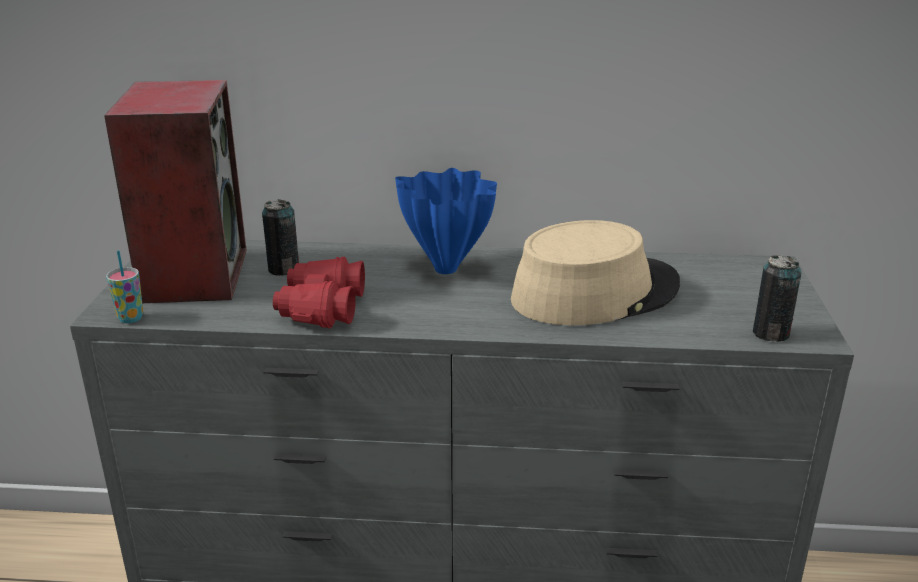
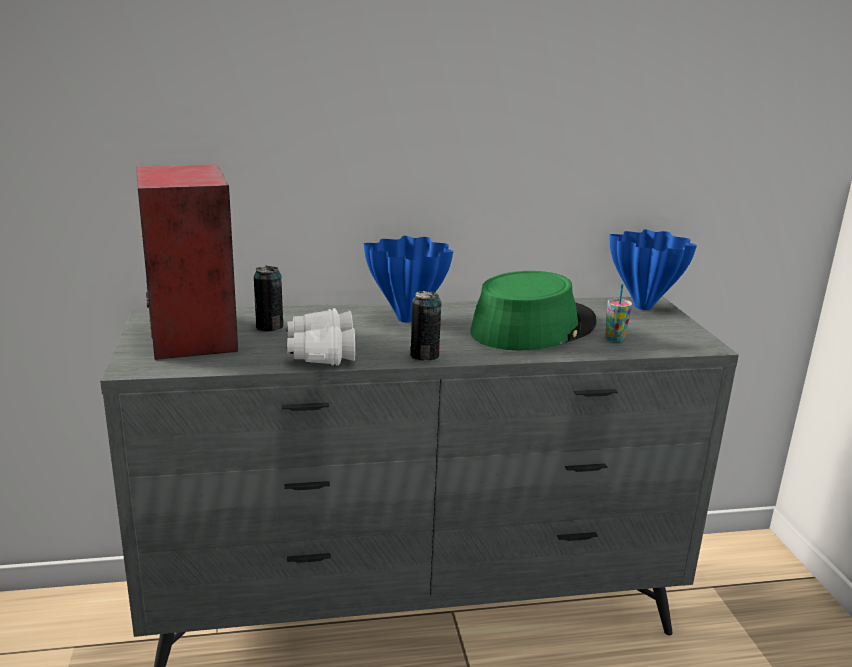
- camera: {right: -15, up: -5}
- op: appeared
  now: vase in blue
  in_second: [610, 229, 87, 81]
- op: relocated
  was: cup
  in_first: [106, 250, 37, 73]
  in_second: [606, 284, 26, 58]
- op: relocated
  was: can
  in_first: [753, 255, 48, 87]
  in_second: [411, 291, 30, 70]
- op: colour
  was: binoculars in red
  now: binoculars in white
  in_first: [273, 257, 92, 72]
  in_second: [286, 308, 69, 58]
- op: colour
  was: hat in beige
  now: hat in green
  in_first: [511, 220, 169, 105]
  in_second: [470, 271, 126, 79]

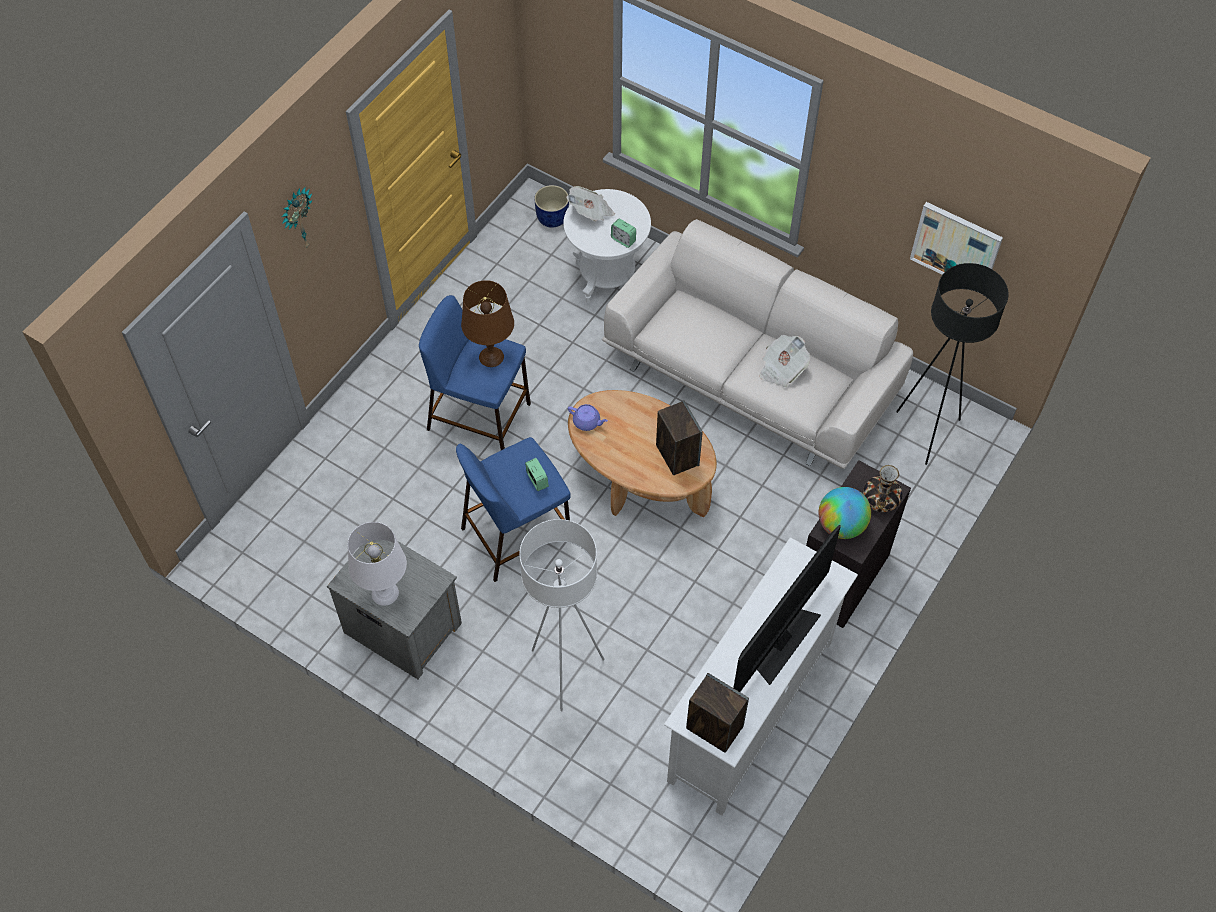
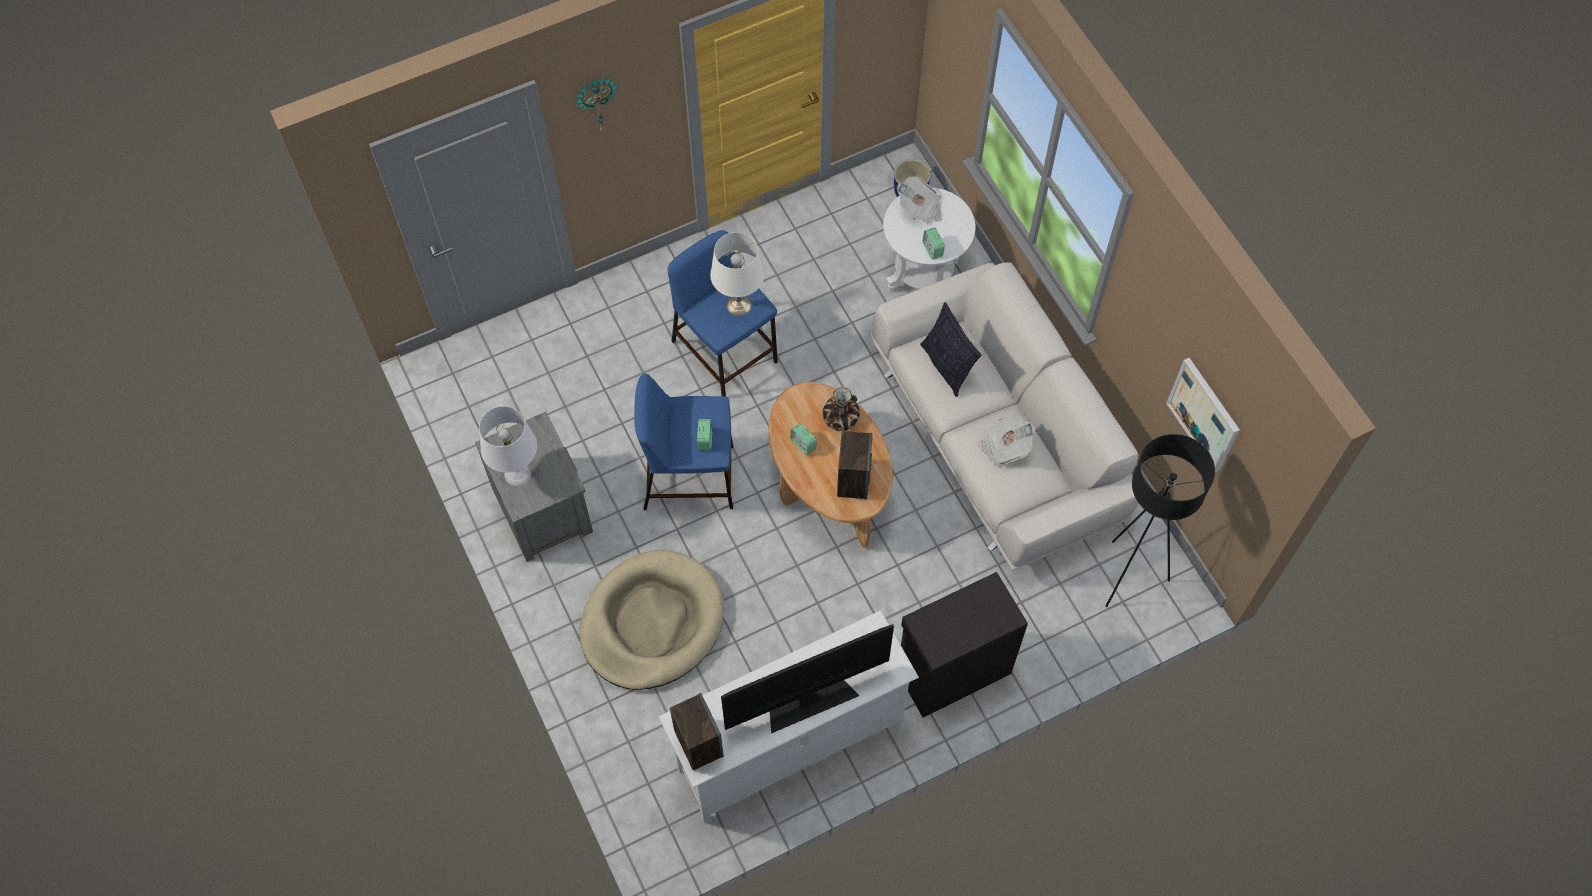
- camera: {right: 30, up: 5}
- op: missing
  was: teapot in purple
  in_first: [568, 404, 40, 27]
- op: missing
  was: globe
  in_first: [818, 487, 53, 52]
- op: appeared
  now: alarm clock
  in_second: [791, 423, 26, 32]
- op: appeared
  now: pillow
  in_second: [920, 302, 61, 95]
- op: relocated
  was: vase
  in_first: [863, 465, 39, 47]
  in_second: [823, 387, 37, 44]
- op: exchanged
  was: floor lamp in white
  now: dog bed in beige
  in_first: [519, 519, 85, 193]
  in_second: [580, 550, 144, 140]
- op: colour
  was: table lamp in brown
  now: table lamp in white
  in_first: [461, 280, 53, 87]
  in_second: [710, 232, 54, 84]

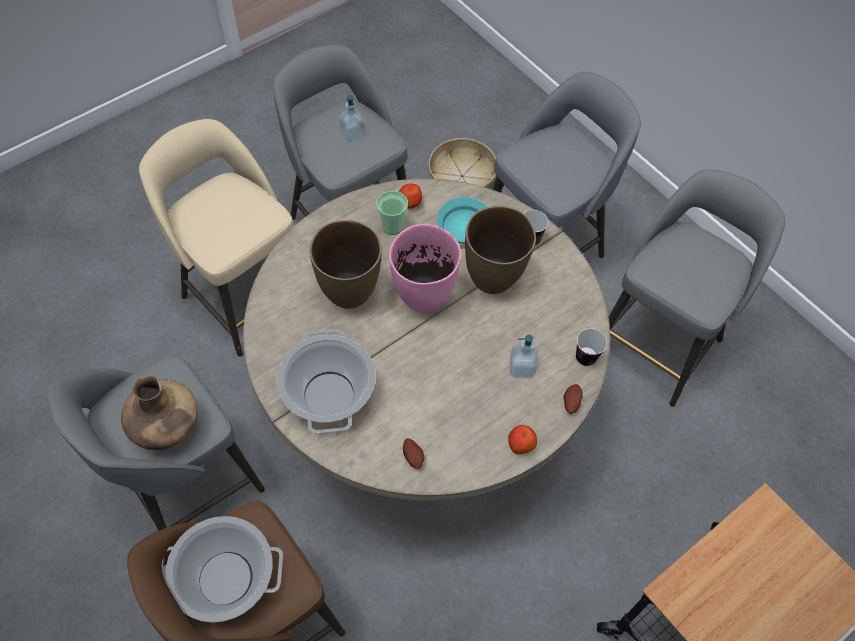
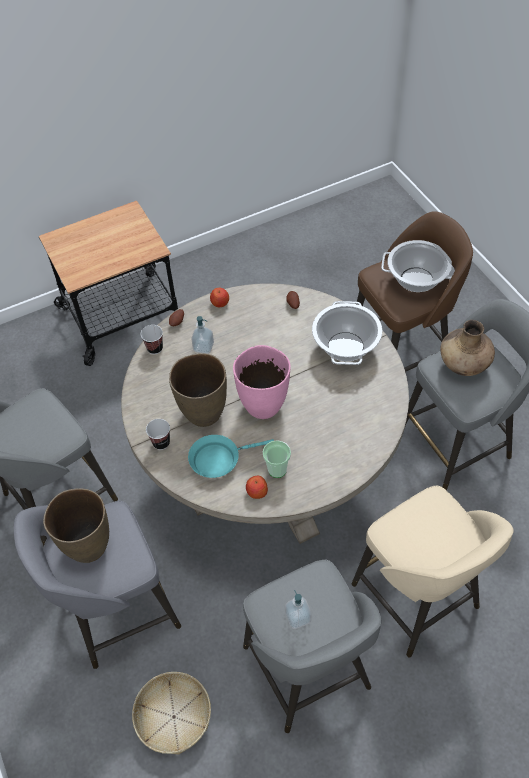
- camera: {right: -165, up: -5}
- op: relocated
  was: vase in brown
  in_first: [310, 220, 72, 89]
  in_second: [43, 488, 66, 75]

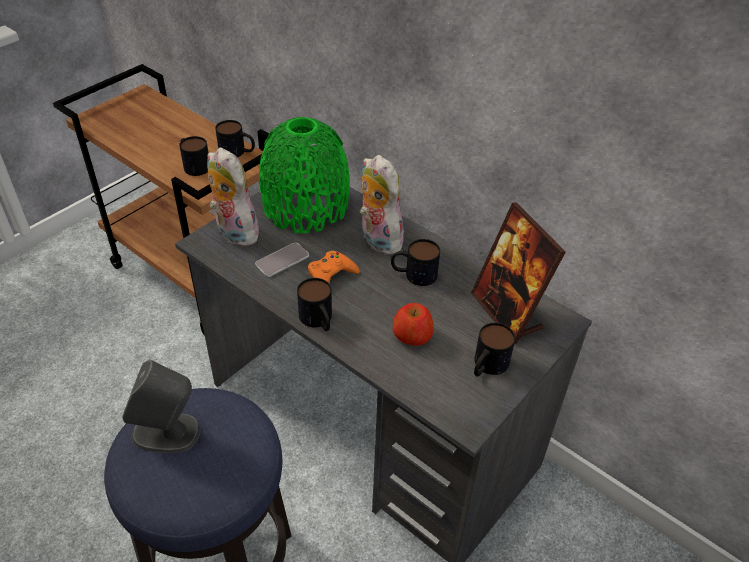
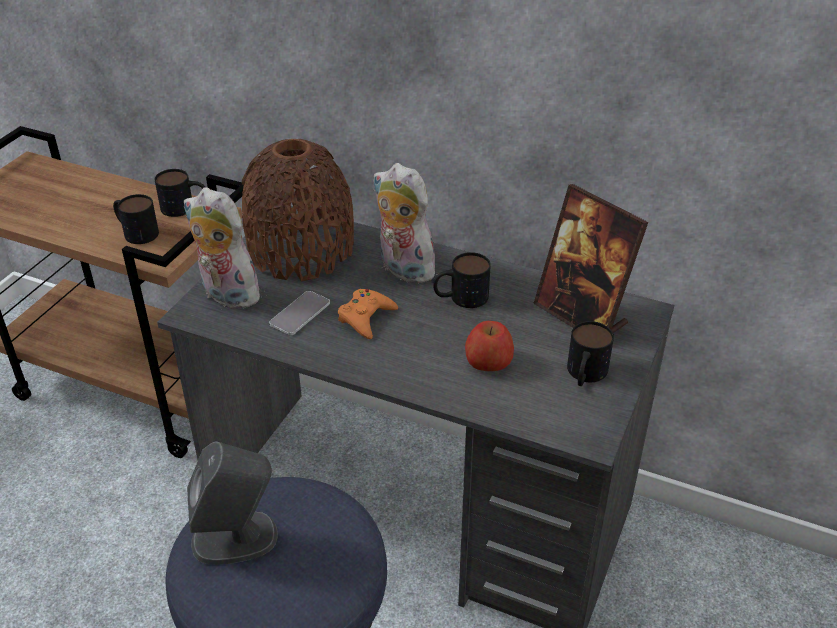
- camera: {right: -15, up: -5}
- op: missing
  was: mug
  in_first: [297, 278, 35, 53]
- op: colour
  was: vase in green
  now: vase in brown
  in_first: [259, 117, 91, 116]
  in_second: [242, 139, 112, 142]

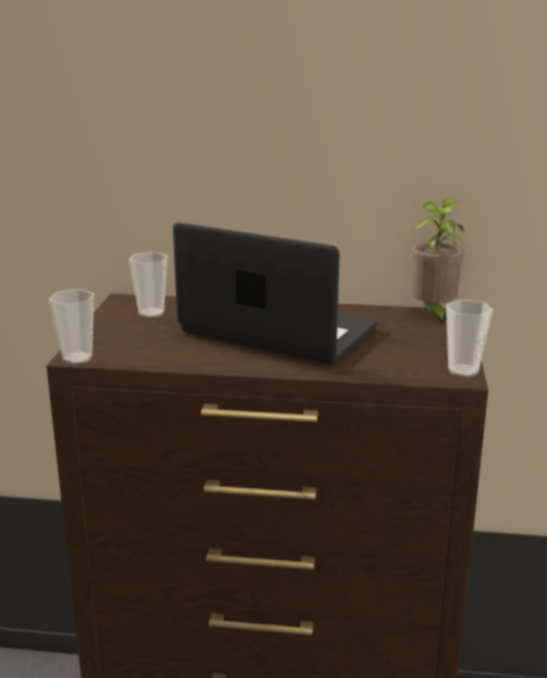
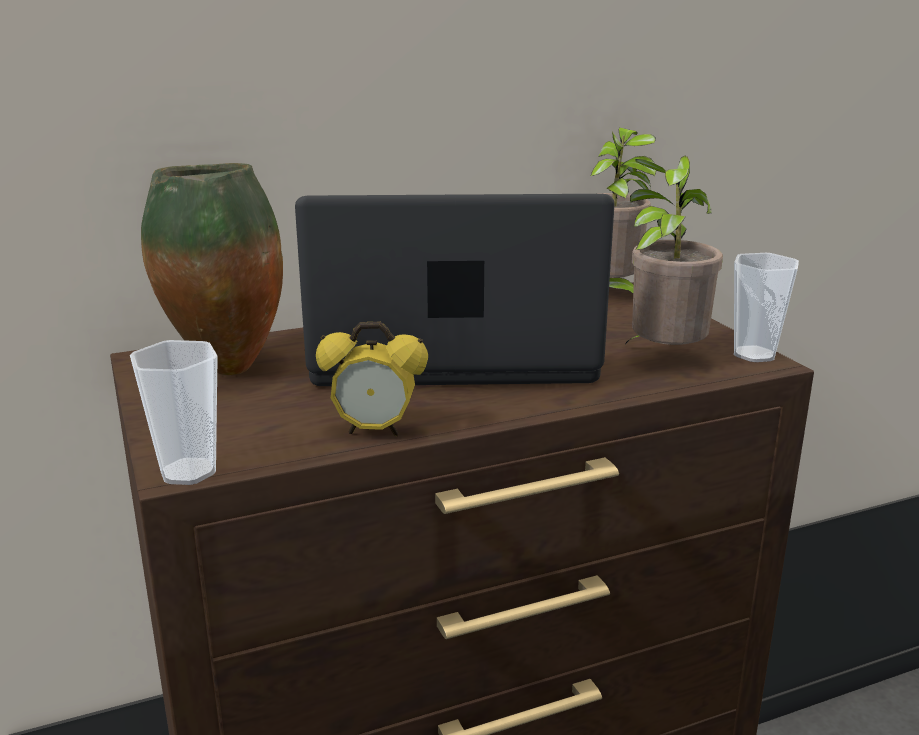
- camera: {right: -30, up: 0}
- op: appeared
  now: alarm clock
  in_second: [316, 322, 112, 114]
- op: appeared
  now: potted plant
  in_second: [625, 156, 98, 189]
- op: exchanged
  was: cup
  now: vase
  in_first: [129, 252, 39, 66]
  in_second: [141, 163, 142, 212]

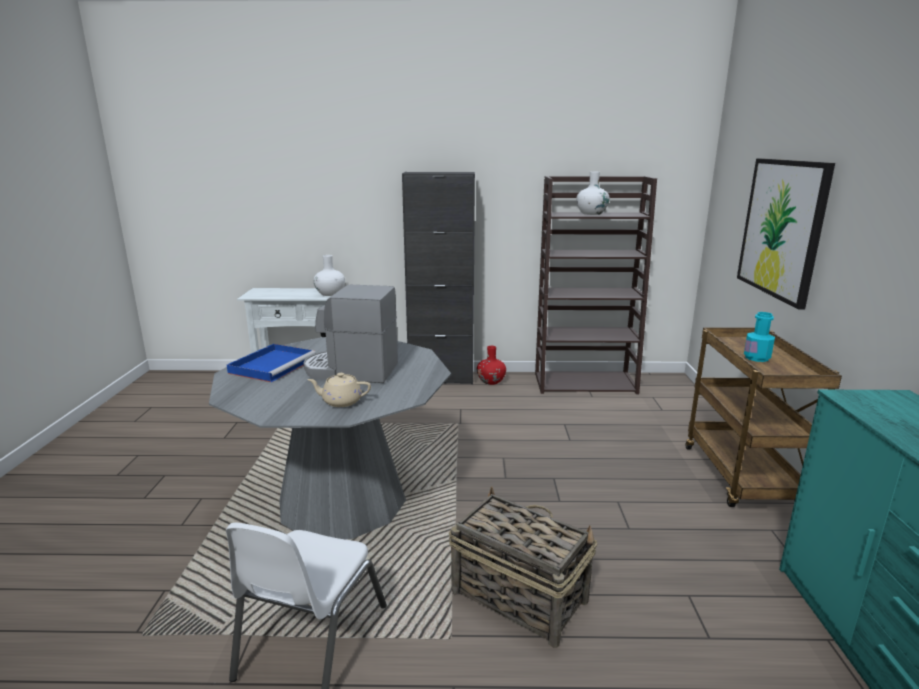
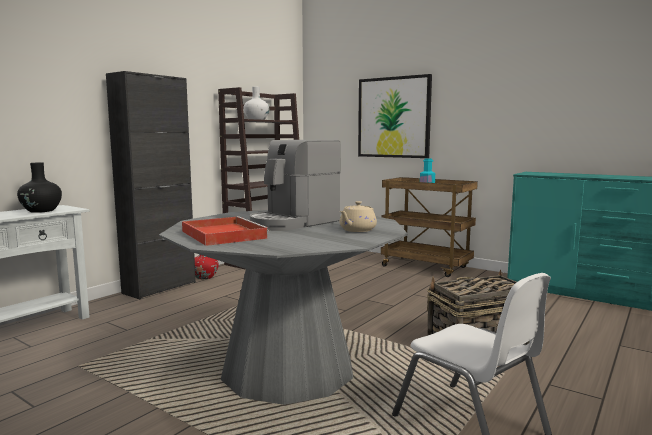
- camera: {right: -55, up: -10}
- op: colour
  was: tray in blue
  now: tray in red
  in_first: [227, 344, 89, 38]
  in_second: [182, 216, 88, 30]
- op: colour
  was: vase in white
  now: vase in black
  in_first: [313, 255, 32, 41]
  in_second: [17, 162, 45, 51]

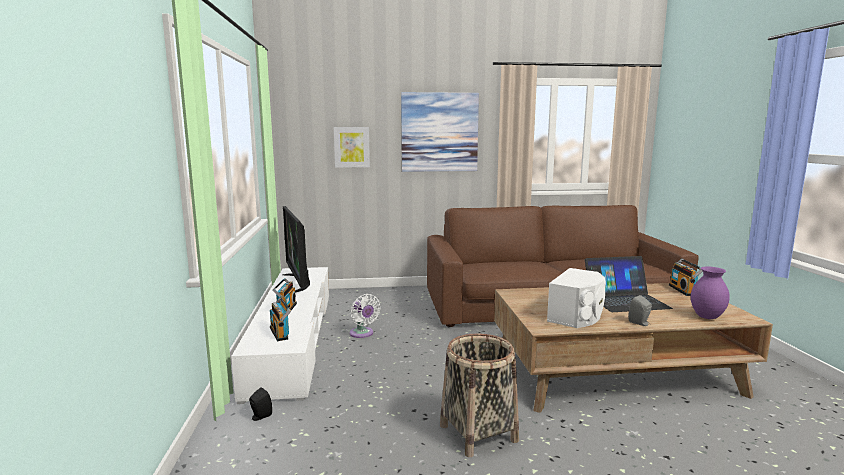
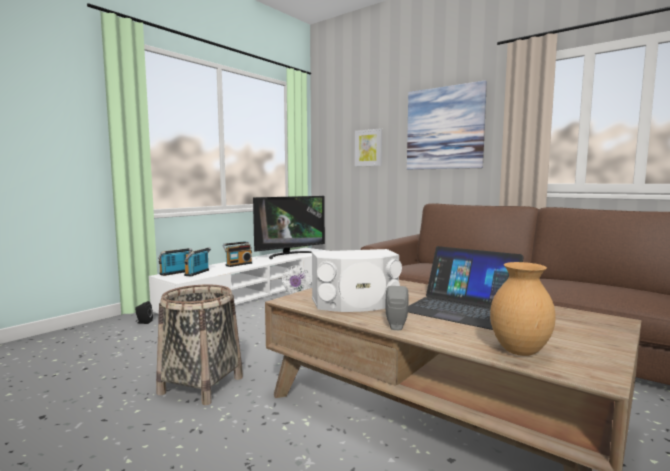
- camera: {right: 45, up: -5}
- op: relocated
  was: radio
  in_first: [669, 259, 34, 37]
  in_second: [158, 248, 34, 28]
- op: colour
  was: vase in purple
  now: vase in brown
  in_first: [691, 267, 39, 52]
  in_second: [490, 262, 66, 94]
- op: spun
  was: television
  in_first: [282, 206, 28, 87]
  in_second: [253, 196, 72, 63]
  clockwise: -150

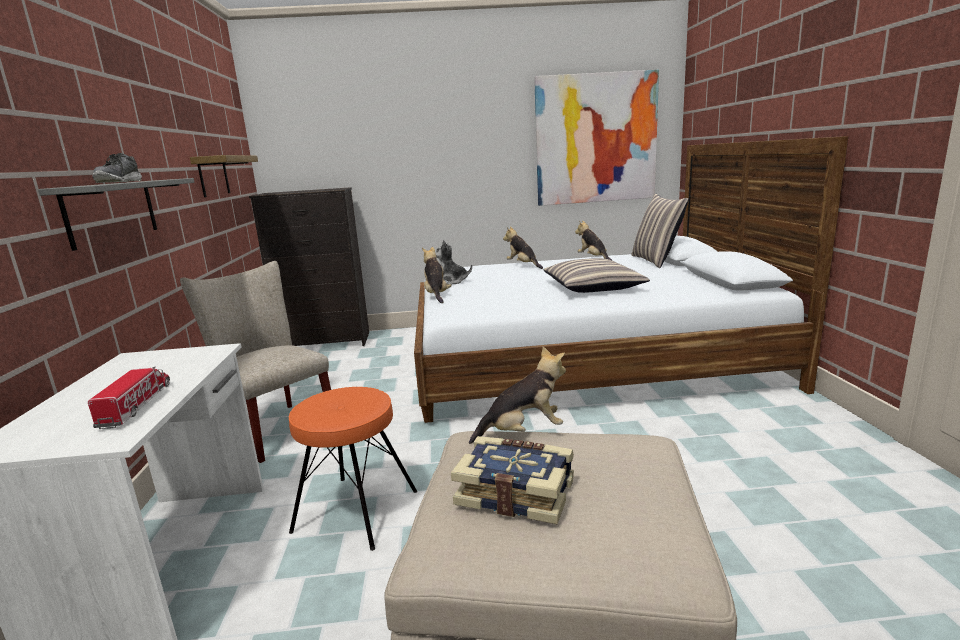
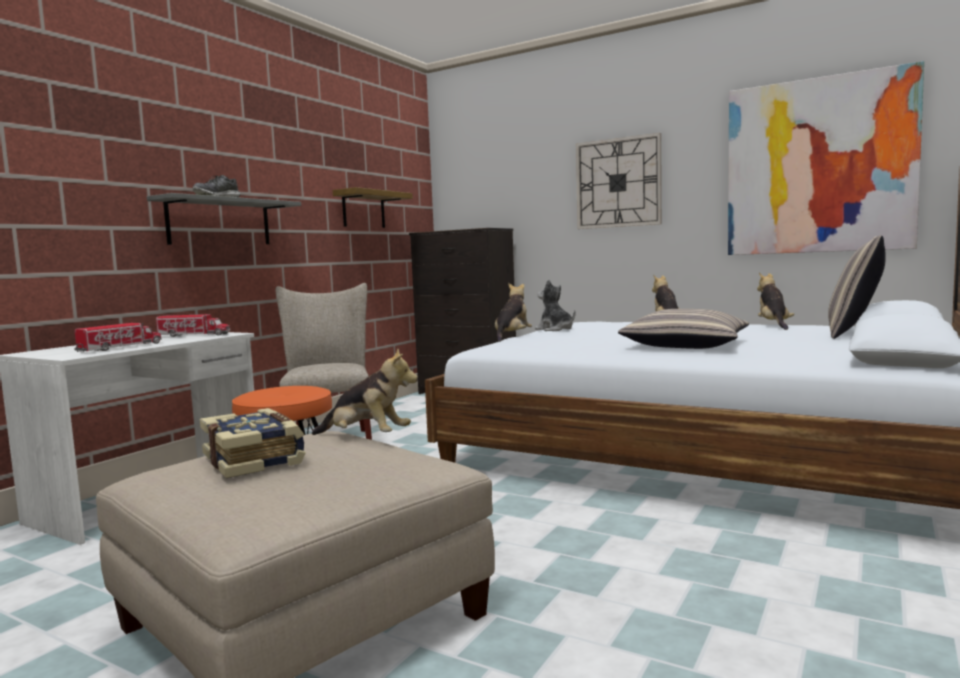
- camera: {right: 35, up: -10}
- op: appeared
  now: toy truck
  in_second: [156, 314, 74, 23]
- op: appeared
  now: wall clock
  in_second: [576, 133, 86, 96]

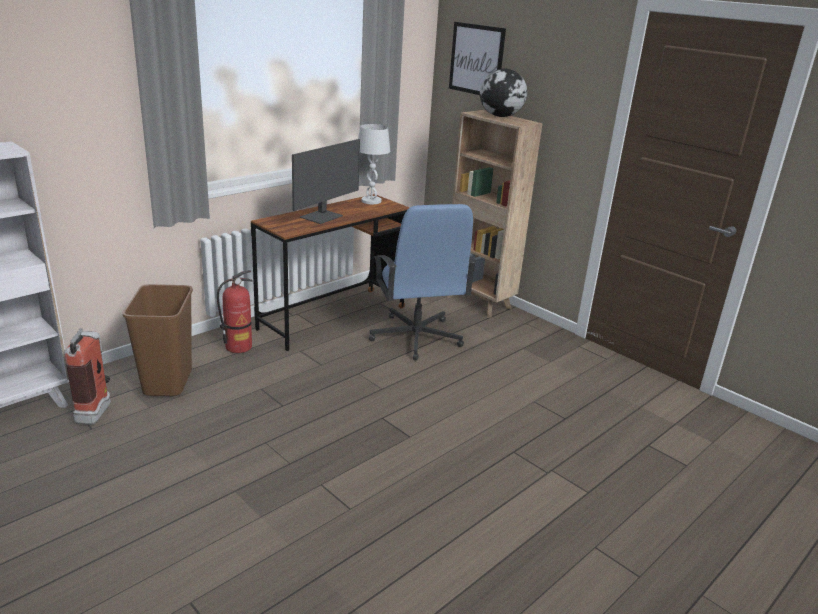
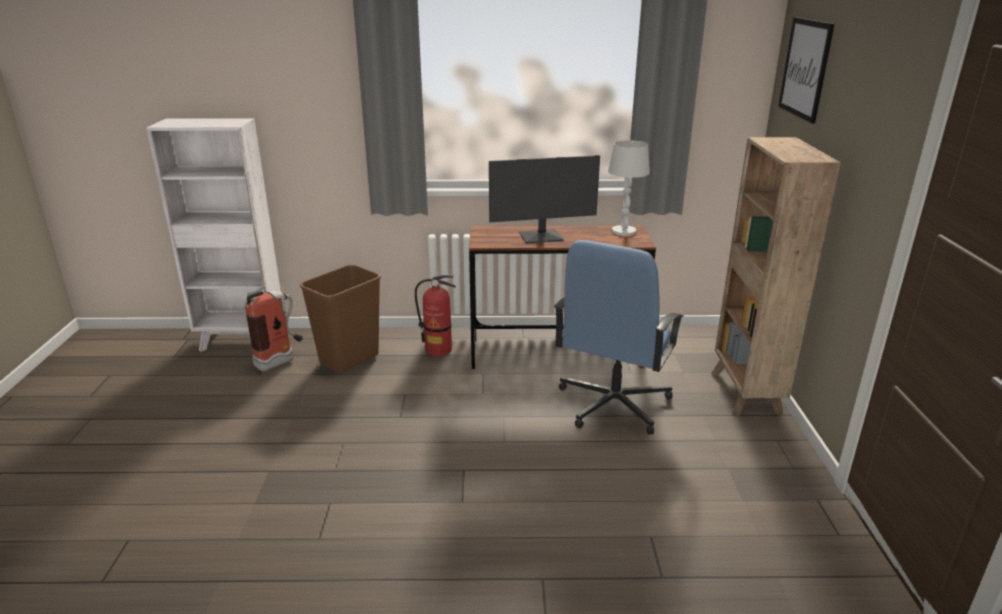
- camera: {right: 45, up: 0}
- op: missing
  was: globe
  in_first: [480, 69, 47, 48]

